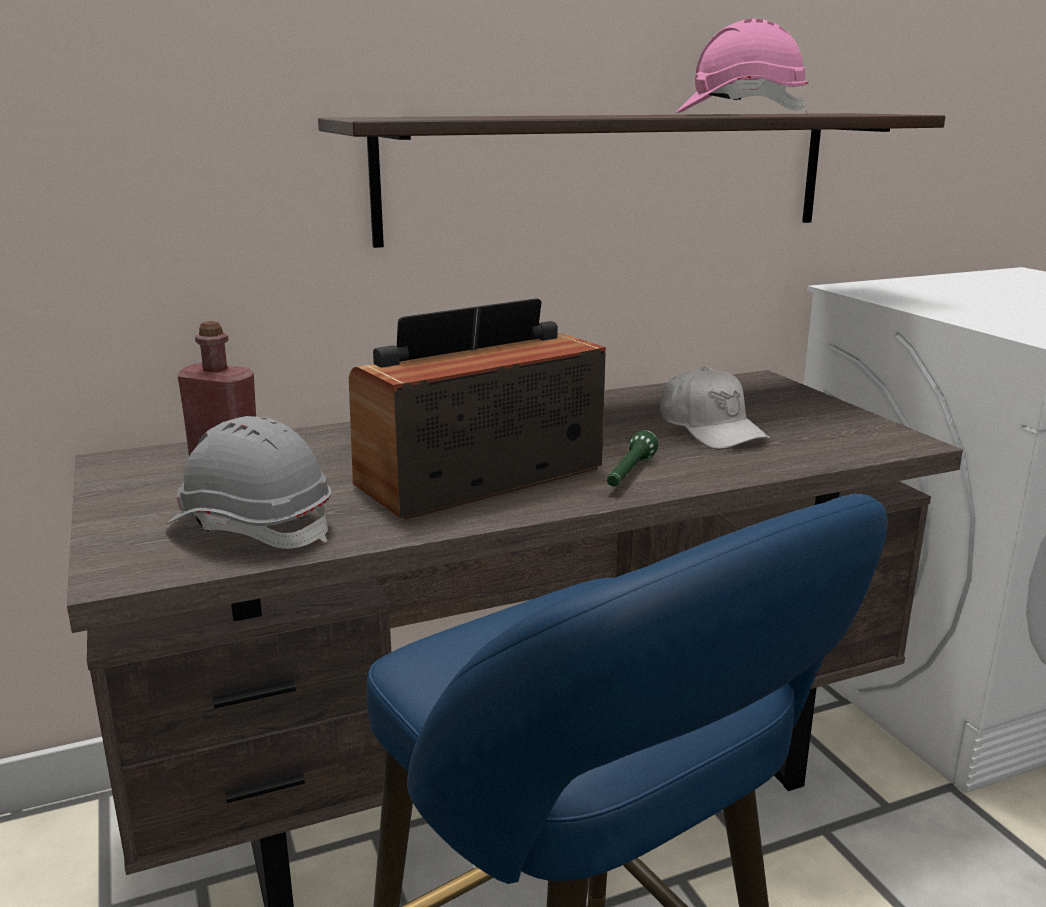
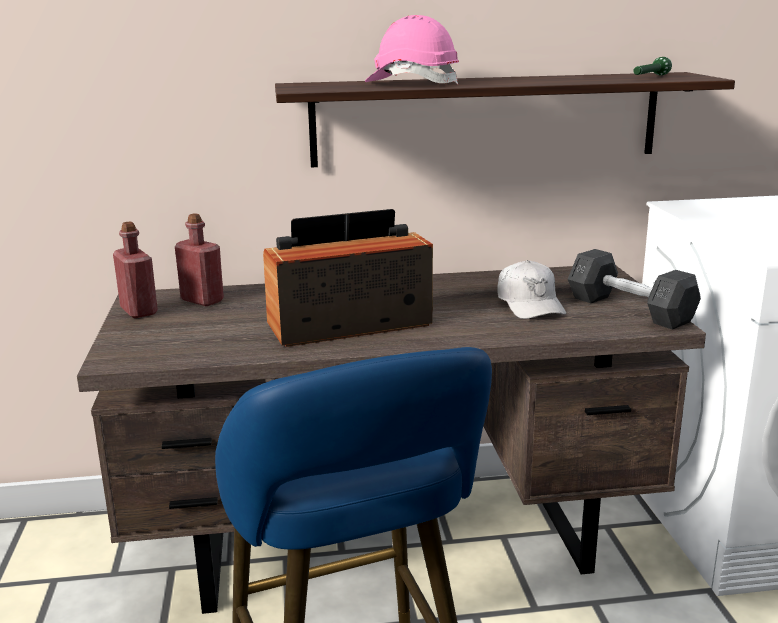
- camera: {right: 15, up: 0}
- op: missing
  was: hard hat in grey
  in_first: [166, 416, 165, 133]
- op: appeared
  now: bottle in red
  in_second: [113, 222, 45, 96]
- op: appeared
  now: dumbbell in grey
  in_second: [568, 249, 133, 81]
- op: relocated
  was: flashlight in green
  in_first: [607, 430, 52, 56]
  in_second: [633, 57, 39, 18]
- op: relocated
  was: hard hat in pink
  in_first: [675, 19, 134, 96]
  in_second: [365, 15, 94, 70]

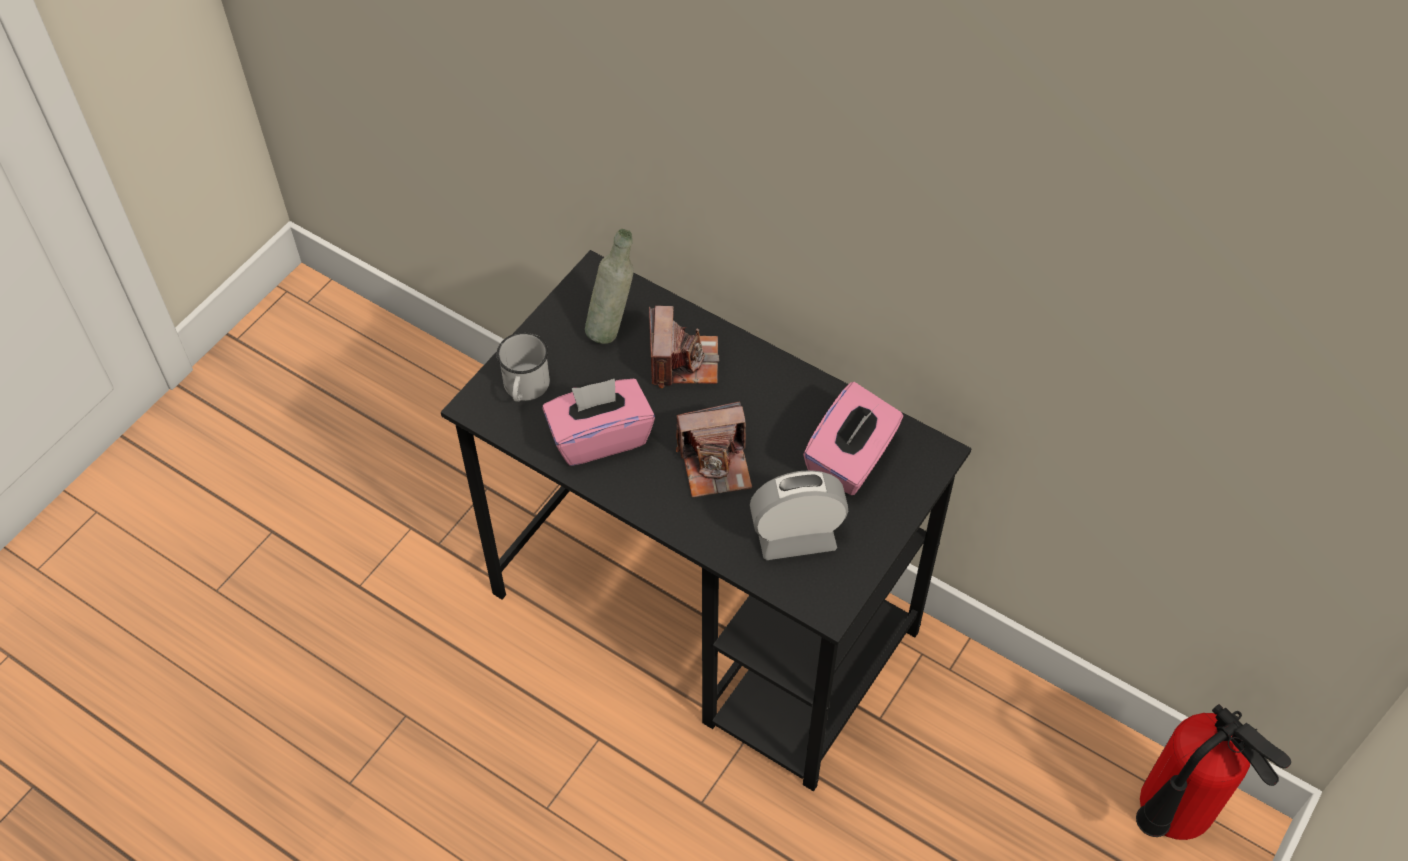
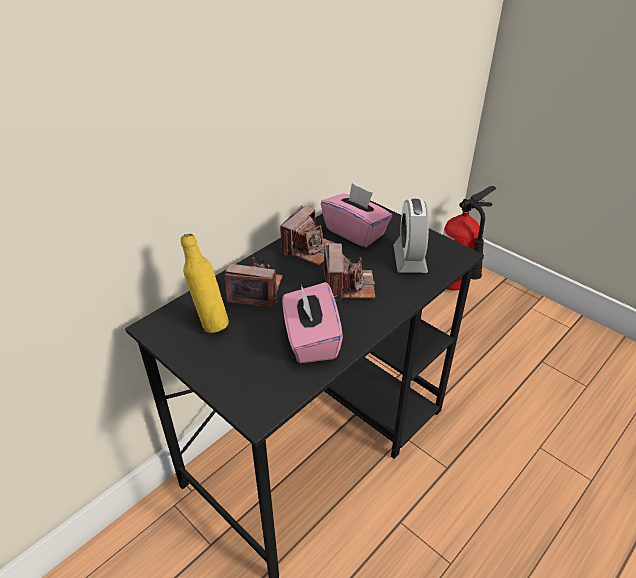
- camera: {right: -80, up: -15}
- op: missing
  was: mug in white
  in_first: [497, 332, 53, 70]
- op: appeared
  now: photo camera
  in_second: [280, 205, 58, 60]
- op: colour
  was: bottle in grey
  now: bottle in yellow
  in_first: [585, 229, 49, 115]
  in_second: [181, 234, 48, 99]

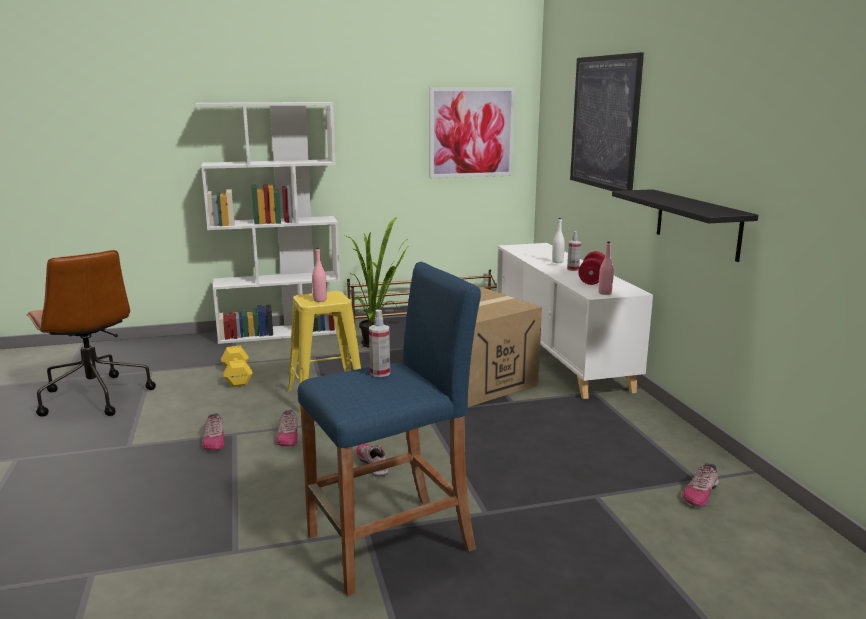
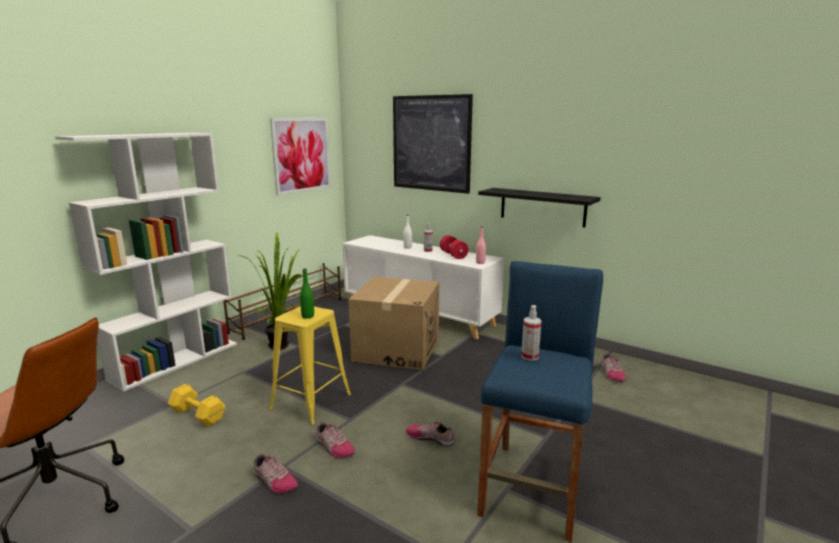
- camera: {right: -40, up: 0}
- op: colour
  was: bottle in pink
  now: bottle in green
  in_first: [312, 248, 15, 54]
  in_second: [300, 269, 14, 50]

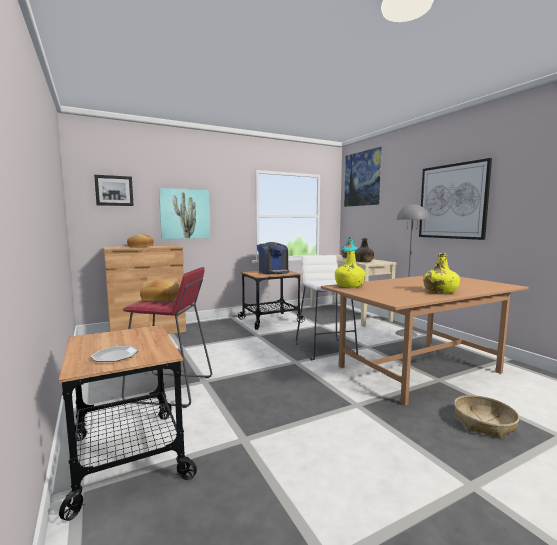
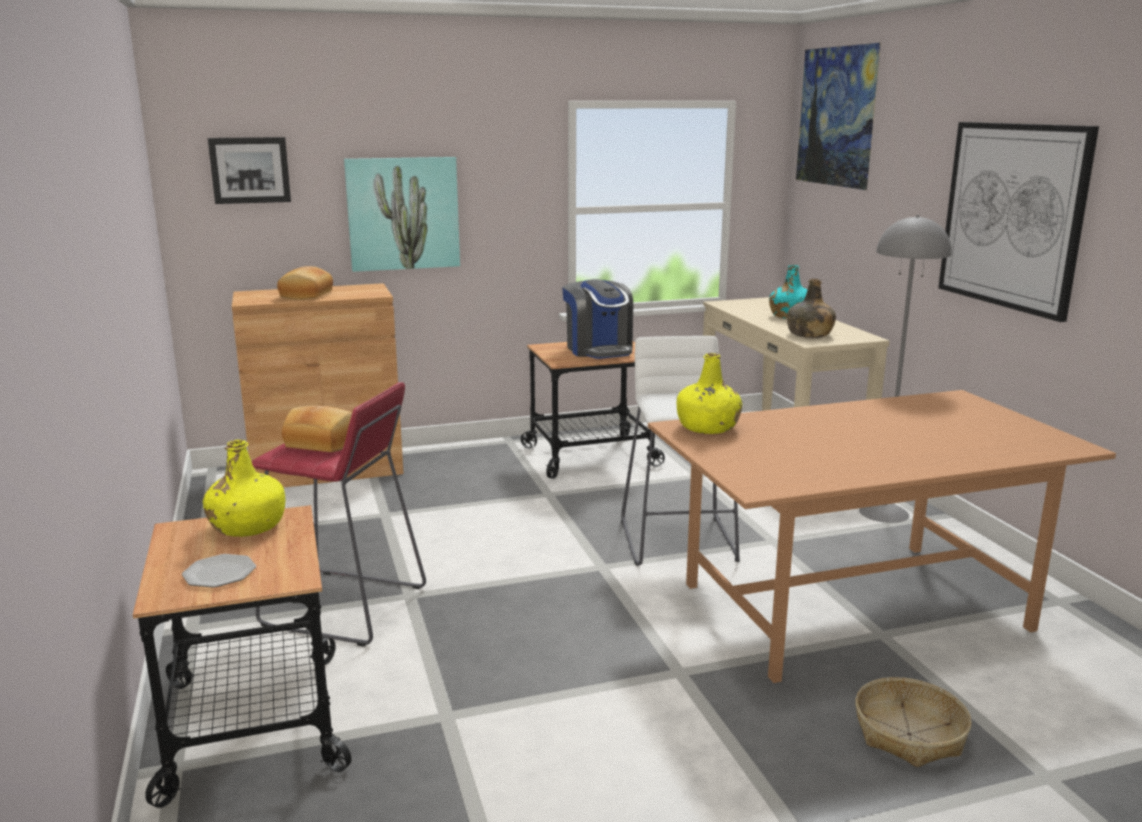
- camera: {right: 10, up: 10}
- op: relocated
  was: bottle in yellow
  in_first: [423, 253, 37, 41]
  in_second: [203, 439, 82, 98]

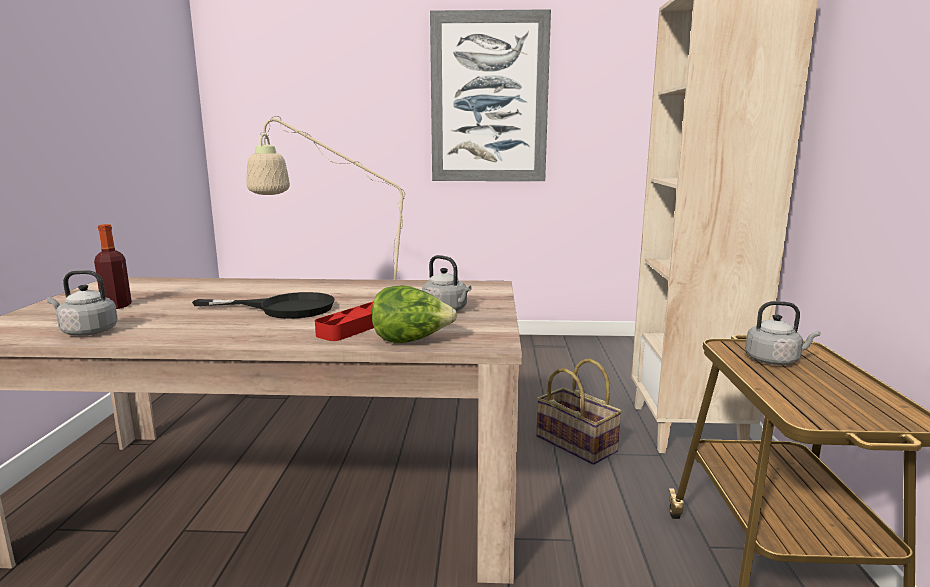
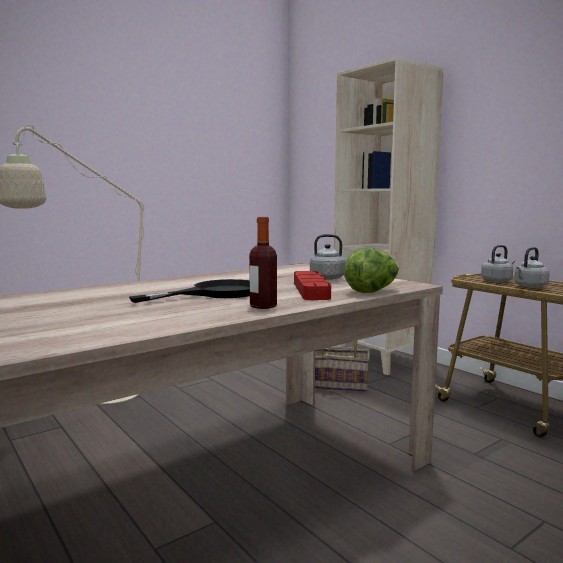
- camera: {right: -40, up: -5}
- op: missing
  was: picture
  in_first: [430, 9, 121, 172]
- op: relocated
  was: kettle in grey
  in_first: [47, 270, 71, 66]
  in_second: [514, 247, 36, 41]
- op: relocated
  was: bottle
  in_first: [94, 224, 38, 85]
  in_second: [249, 217, 28, 92]

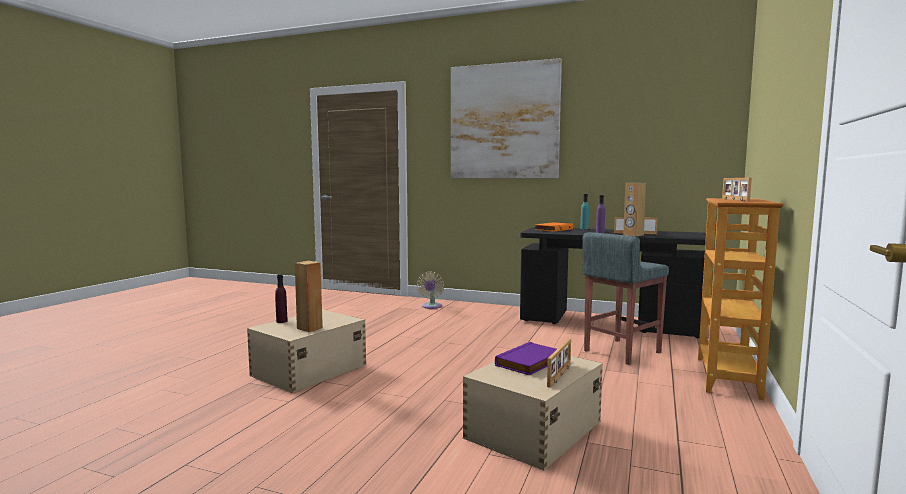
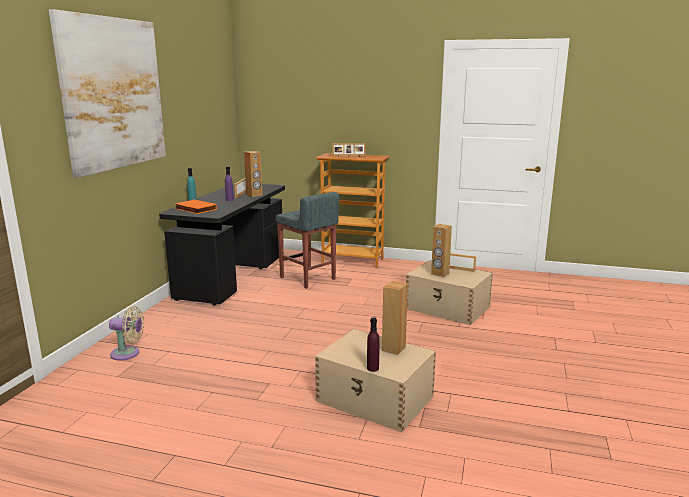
- camera: {right: -95, up: 10}
- op: exchanged
  was: book in purple
  now: speaker in brown
  in_first: [495, 342, 62, 34]
  in_second: [431, 224, 21, 53]

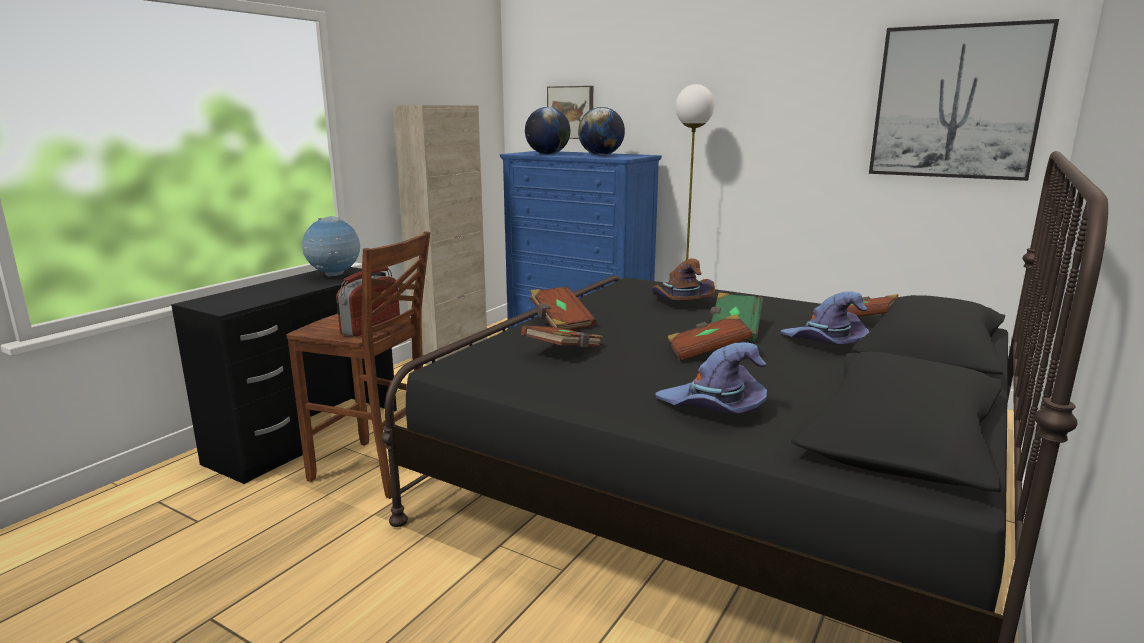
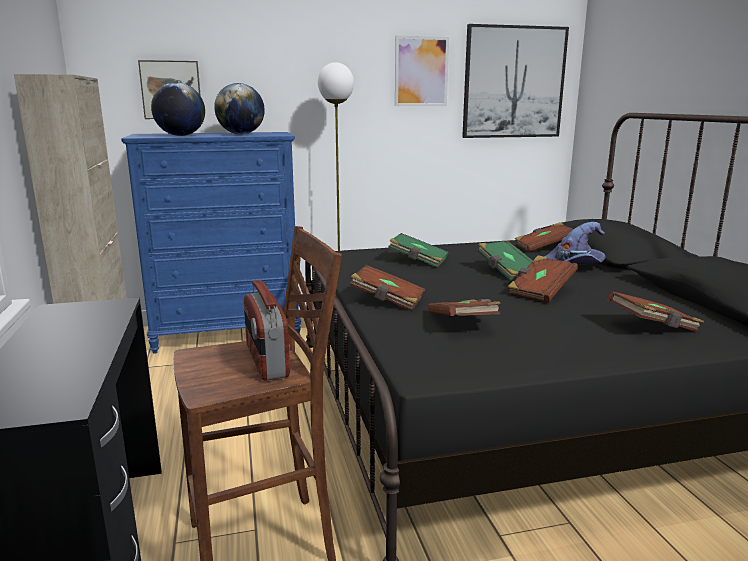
- camera: {right: -45, up: 0}
- op: missing
  was: globe
  in_first: [302, 216, 58, 60]
- op: appeared
  now: picture
  in_second: [395, 36, 54, 70]
- op: exchanged
  was: hat in brown
  now: book in green
  in_first: [653, 259, 62, 42]
  in_second: [388, 233, 60, 35]
- op: exchanged
  was: hat in purple
  now: book in brown
  in_first: [655, 342, 112, 72]
  in_second: [607, 291, 97, 41]

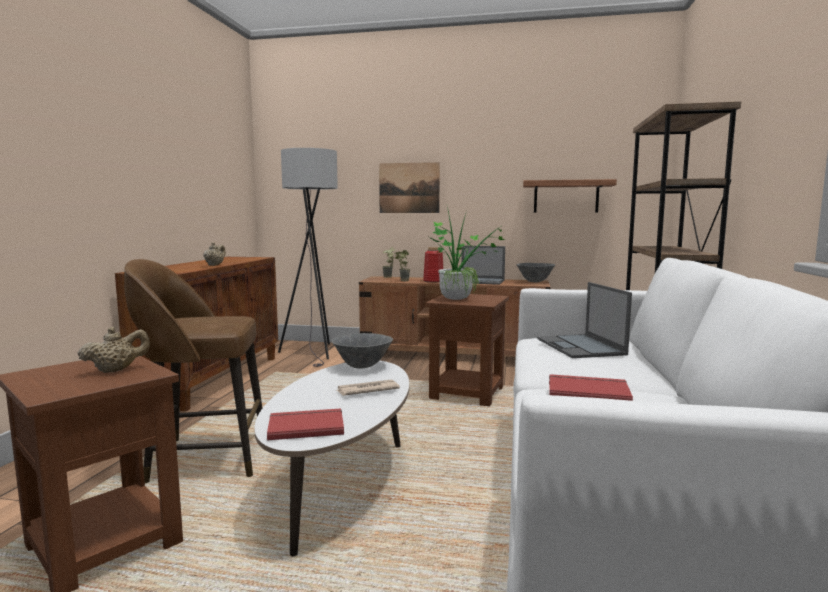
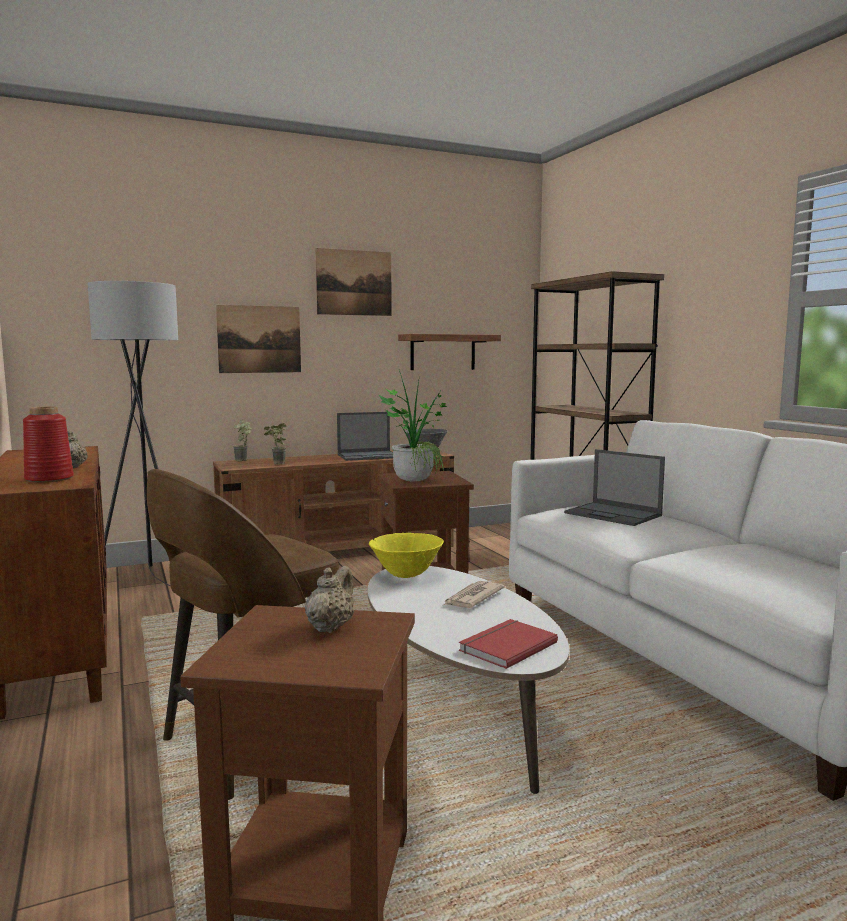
- camera: {right: -35, up: 0}
- op: missing
  was: book in red
  in_first: [549, 374, 84, 27]
- op: appeared
  now: picture
  in_second: [315, 248, 77, 68]
- op: relocated
  was: vase in red
  in_first: [423, 247, 20, 36]
  in_second: [23, 407, 51, 76]
- op: colour
  was: bowl in grey
  now: bowl in yellow
  in_first: [332, 333, 61, 35]
  in_second: [369, 533, 75, 45]

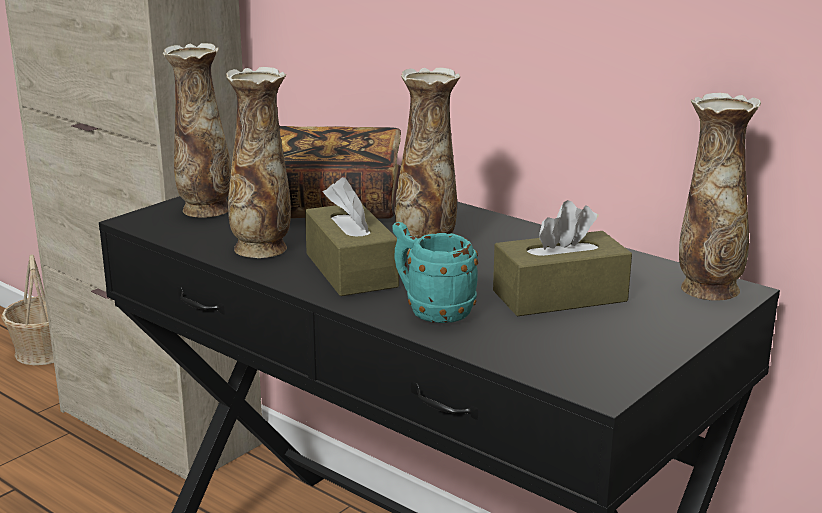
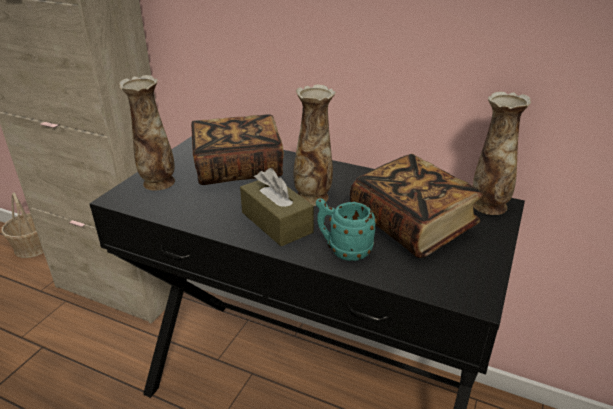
- camera: {right: -15, up: 10}
- op: missing
  was: vase
  in_first: [226, 67, 65, 191]
- op: exchanged
  was: tissue box in brown
  now: book
  in_first: [493, 200, 139, 116]
  in_second: [350, 154, 133, 104]

